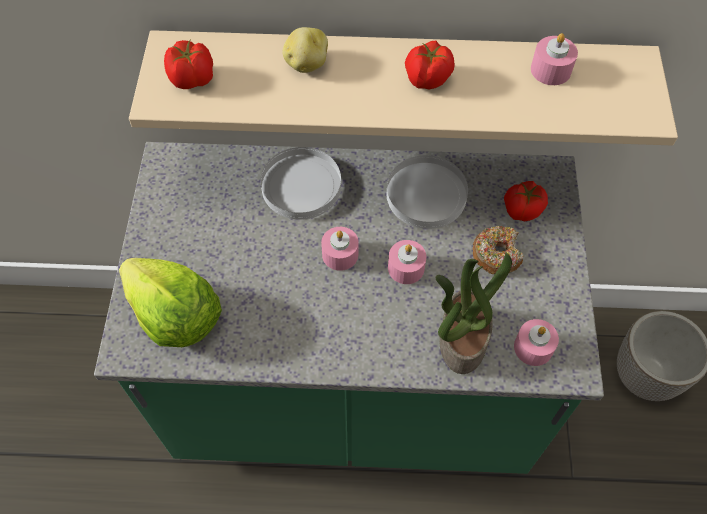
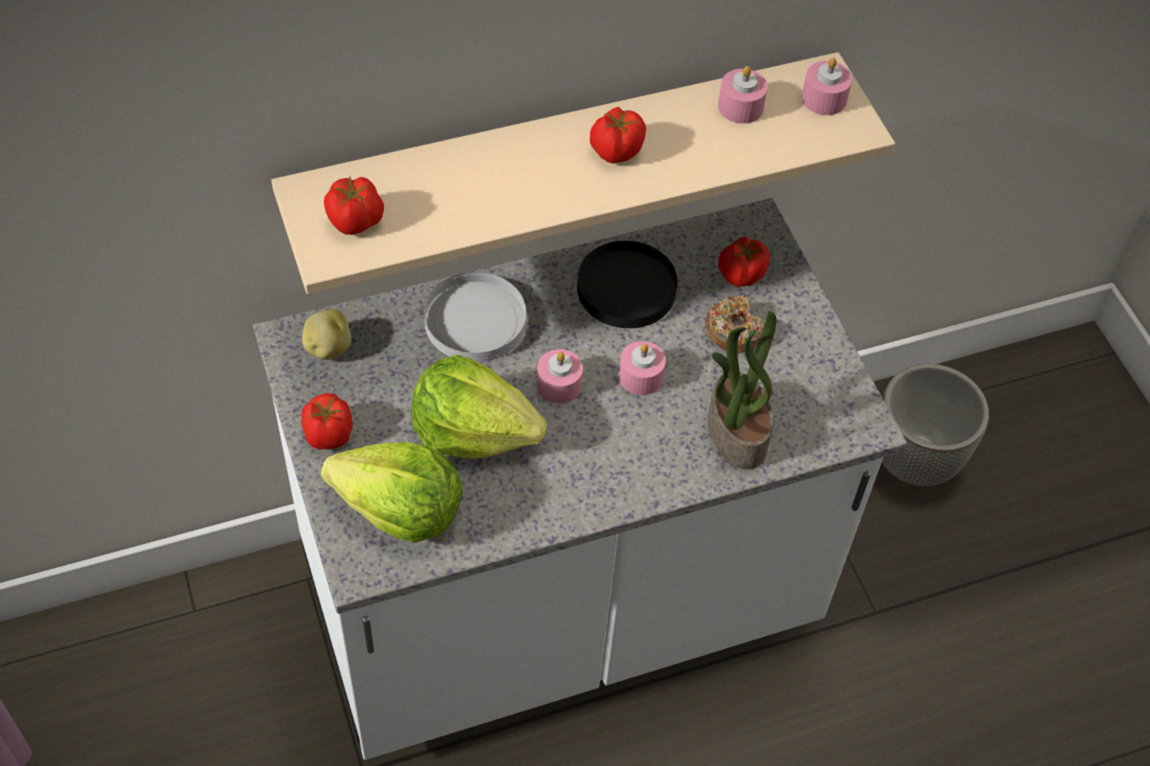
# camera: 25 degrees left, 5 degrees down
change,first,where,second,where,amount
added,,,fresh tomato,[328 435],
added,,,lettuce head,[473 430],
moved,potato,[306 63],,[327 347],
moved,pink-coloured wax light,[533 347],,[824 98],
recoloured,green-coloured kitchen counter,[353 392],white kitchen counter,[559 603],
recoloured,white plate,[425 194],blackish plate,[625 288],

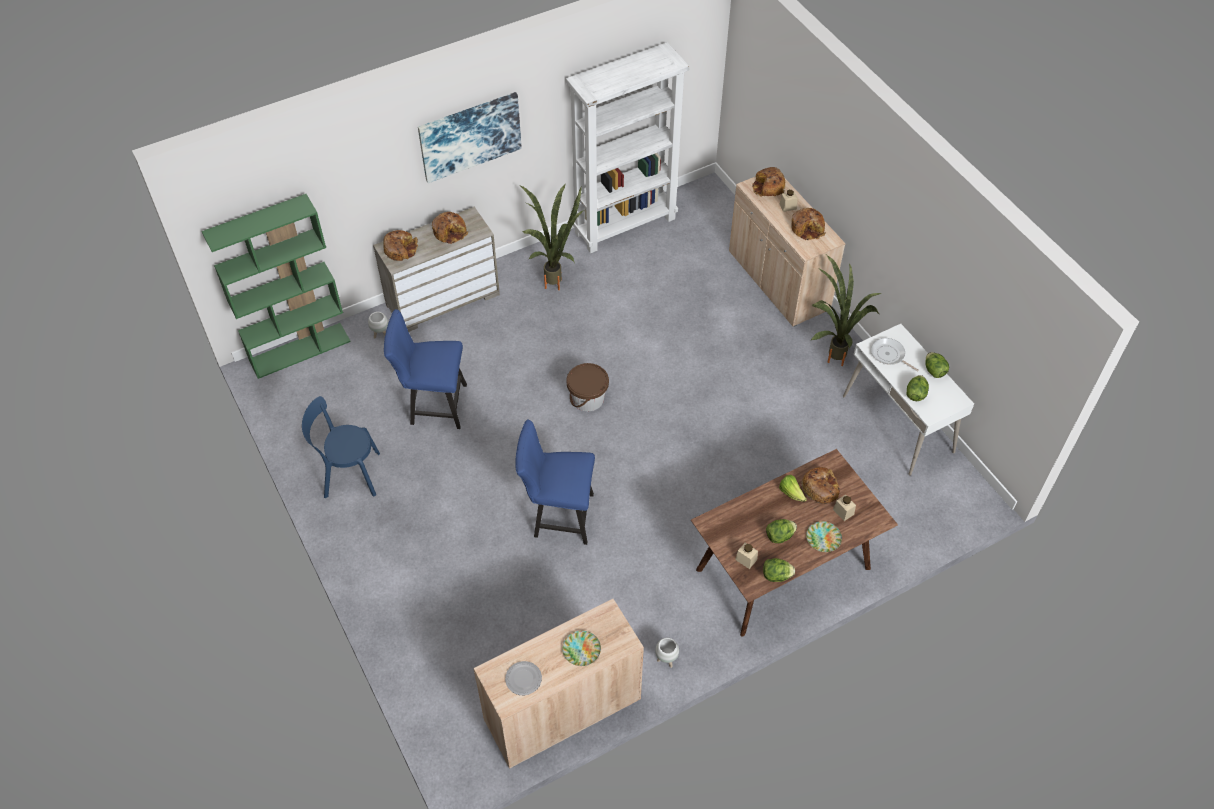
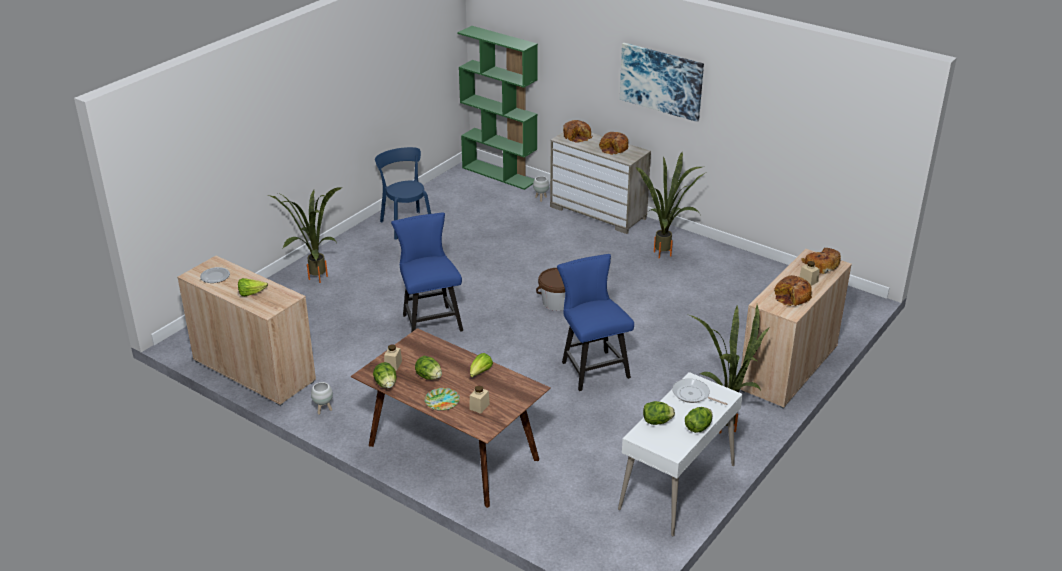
# camera: 65 degrees right, 20 degrees down
change,first,where,second,where,amount
removed,white bookcase,[625 225],,,
removed,bread,[820 488],,,
added,,,houseplant,[313 280],
moved,blue-coloured plain chair,[433 405],,[592 367],
replaced,plate,[581 650],lettuce head,[251 293],
turned,skillet,[889 355],,[693 395],75 degrees counterclockwise

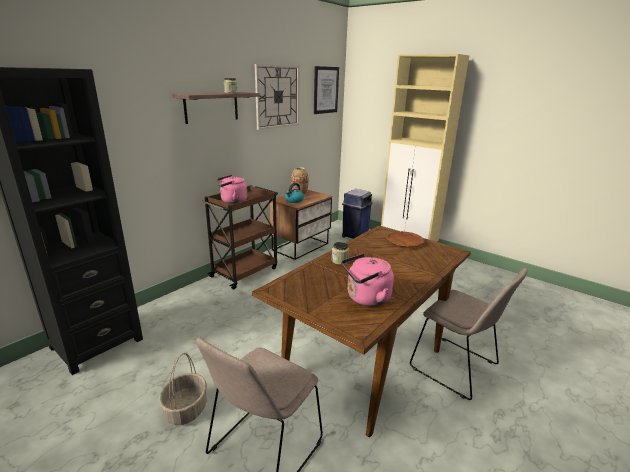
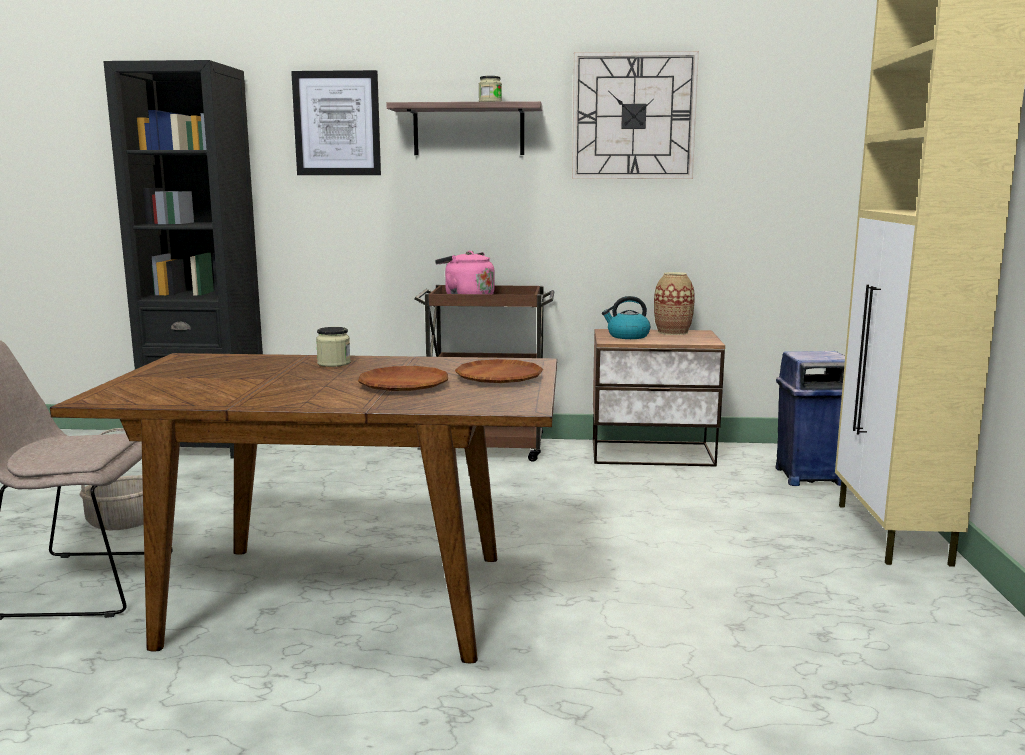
# camera: 55 degrees right, 10 degrees down
change,first,where,second,where,amount
removed,pink-coloured kettle,[366 298],,,
removed,beige plain chair,[456 368],,,
added,,,brown plate,[403 385],
moved,wall picture,[325 90],,[337 123],

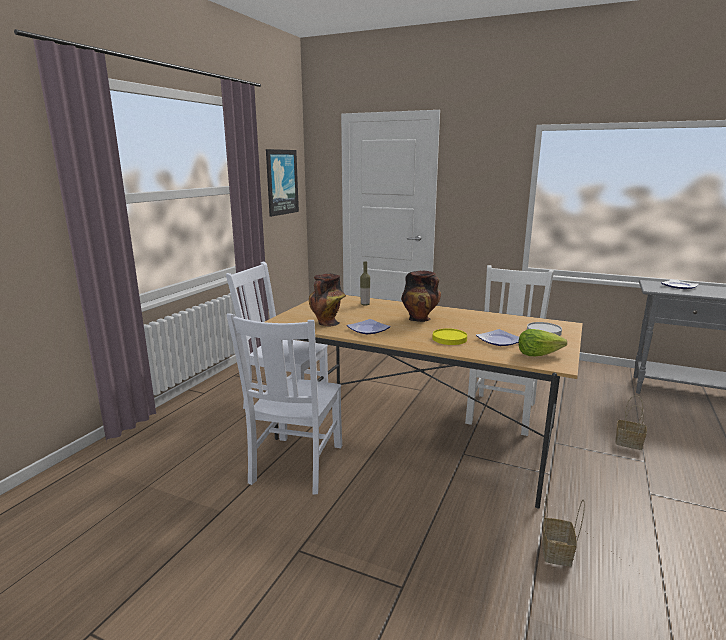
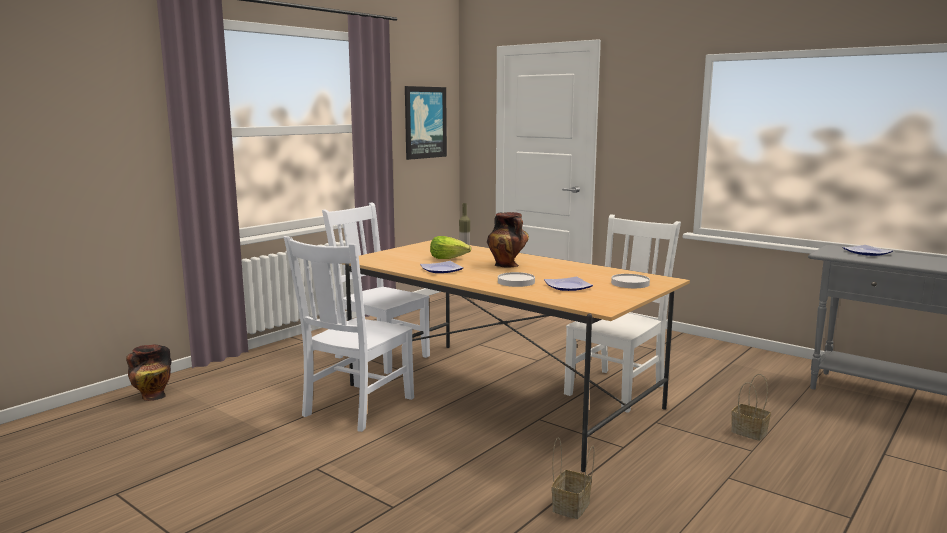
# camera: 15 degrees right, 5 degrees down
change,first,where,second,where,amount
moved,decorative vase,[328 323],,[152 396],
moved,lettuce head,[538 354],,[449 258],
recoloured,yellow-coloured plate,[449 339],white plate,[516 282],

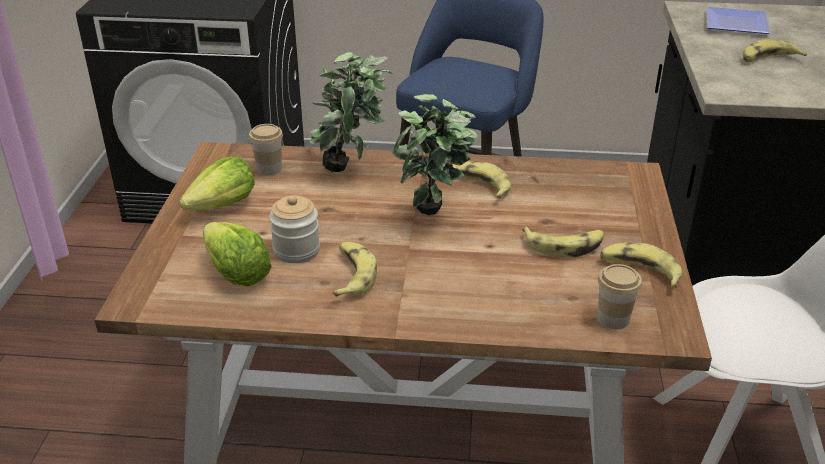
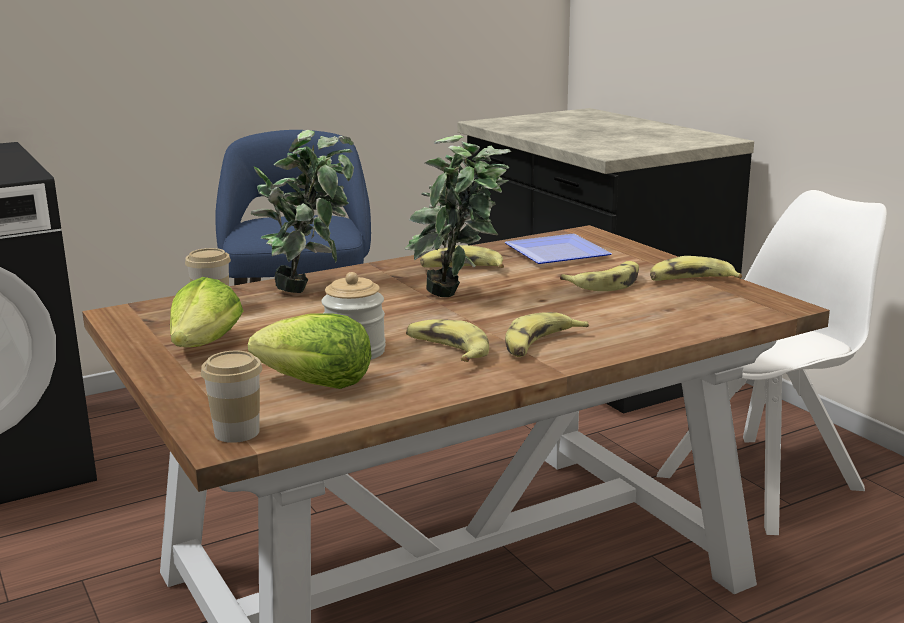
# camera: 35 degrees left, 15 degrees down
change,first,where,second,where,amount
moved,cup,[613 319],,[237 432],
moved,plate,[738 25],,[560 254],
moved,banana fruit,[768 59],,[540 345],

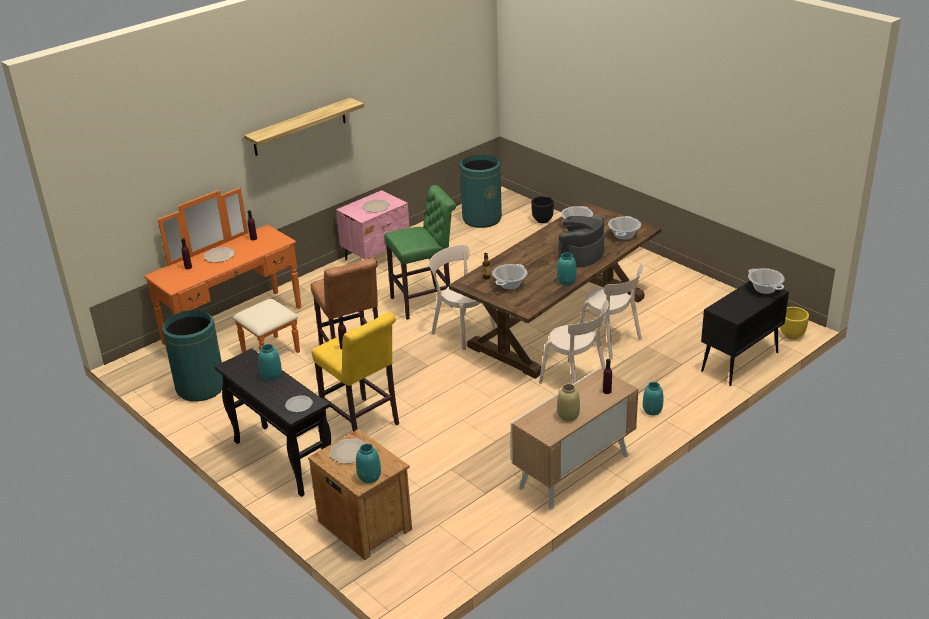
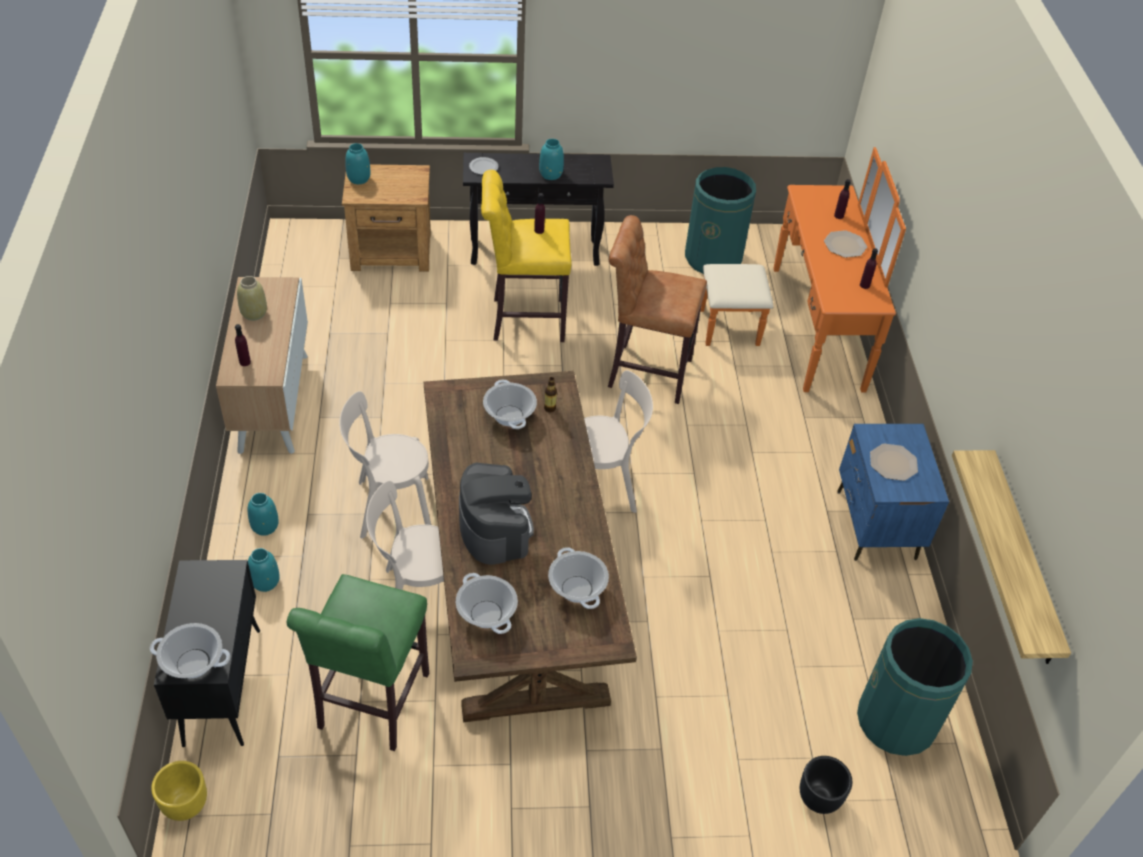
# camera: 125 degrees right, 15 degrees up
change,first,where,second,where,amount
removed,plate,[349 452],,,
moved,bracket shelf,[300 127],,[1023 559],
moved,green-coloured sitting stool,[425 302],,[370 706],
moved,turquoise decorative vase,[566 281],,[265 582],
recoloured,pink-coloured bedside table,[377 257],blue-coloured bedside table,[875 526],

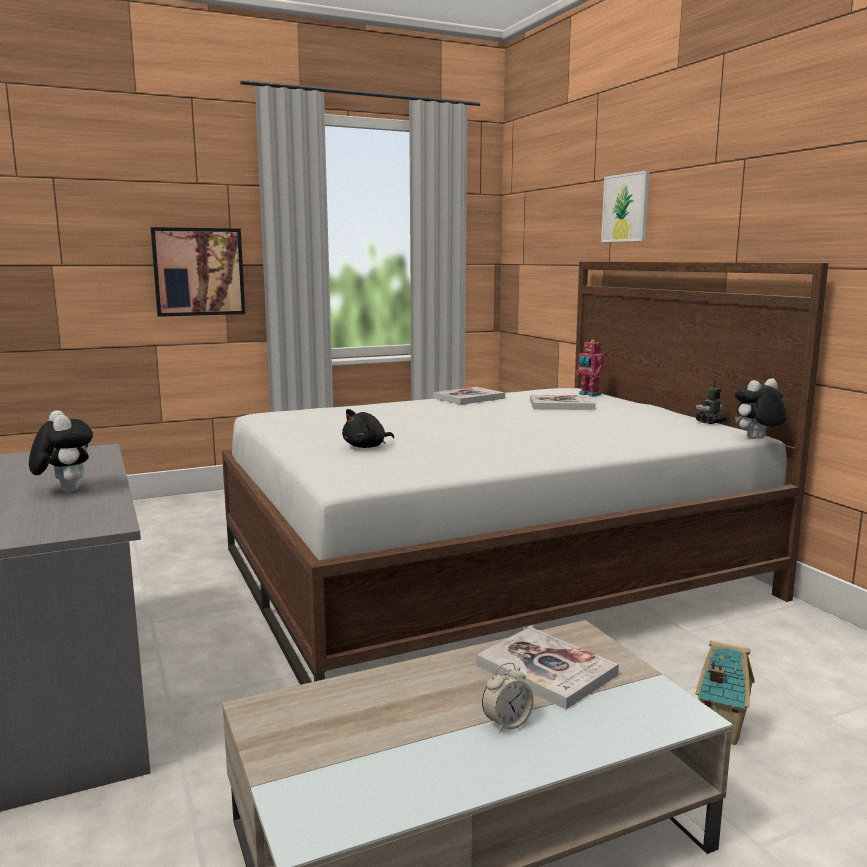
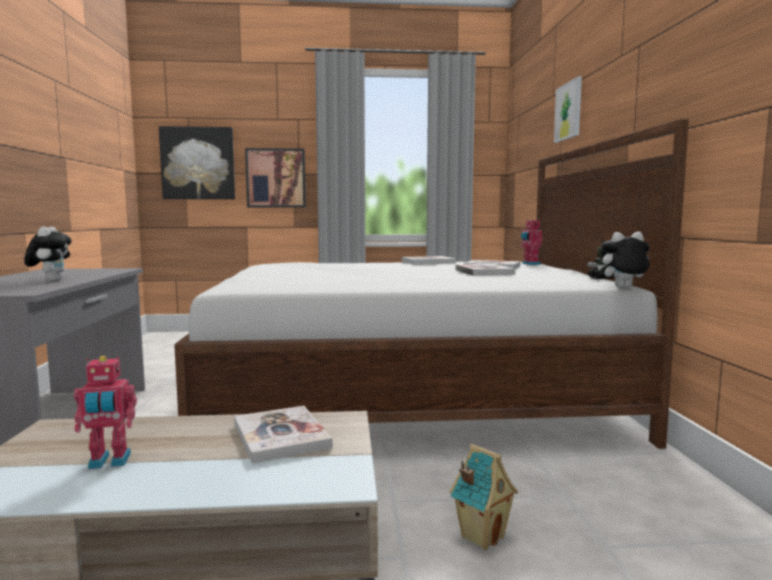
# camera: 20 degrees right, 5 degrees down
change,first,where,second,where,amount
removed,blackish soft toy,[367 447],,,
removed,table clock,[507 723],,,
added,,,robot figure,[109 462],
added,,,wall picture,[198 163],
added,,,book,[483 272],

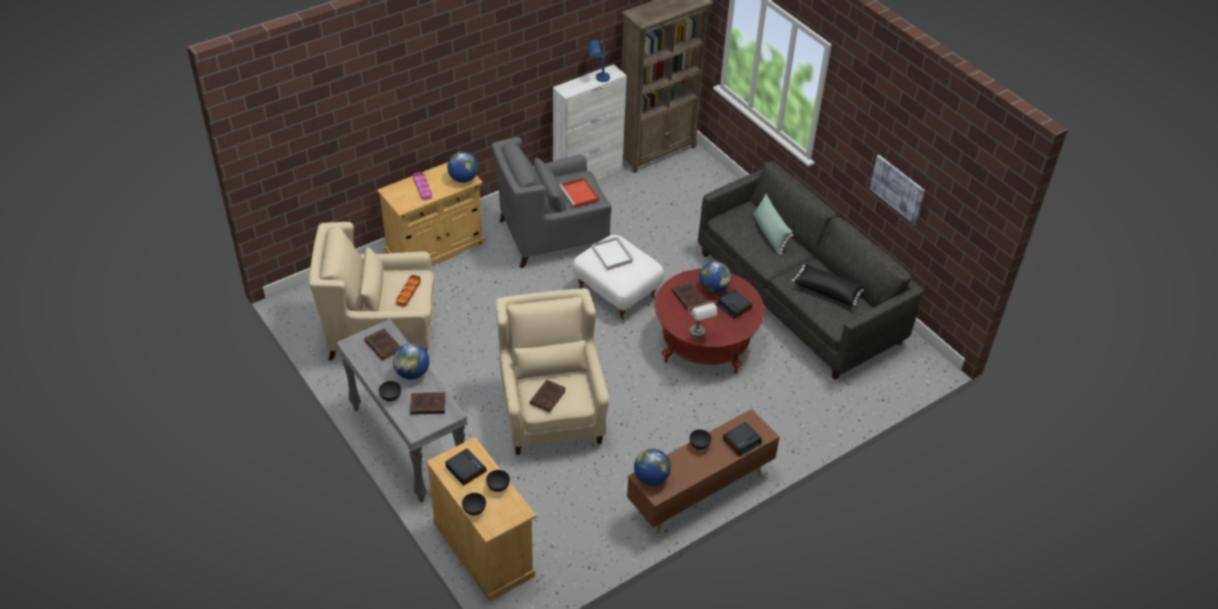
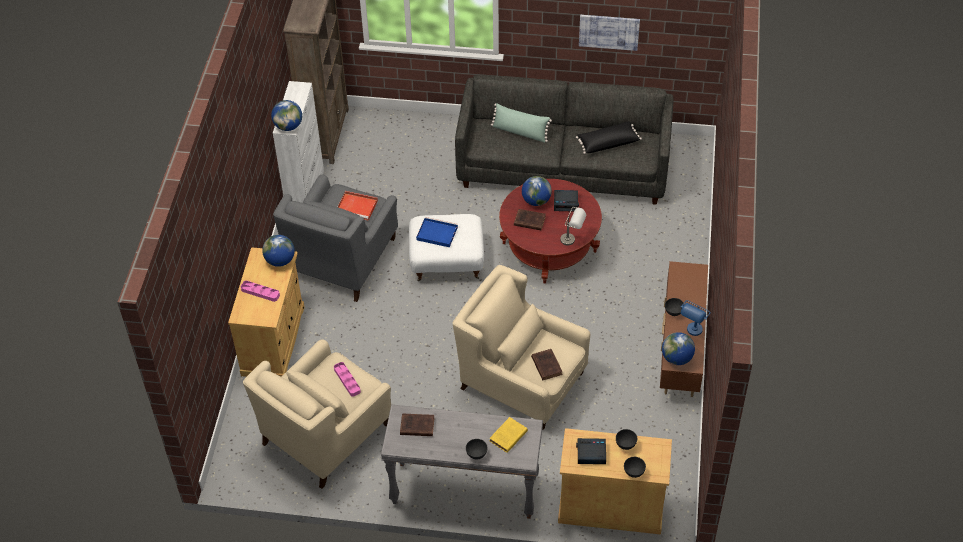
# camera: 45 degrees left, 5 degrees up
change,first,where,second,where,amount
removed,table clock,[741 441],,,
moved,desk globe,[412 373],,[288 126],
moved,blue-coloured tabletop lamp,[598 78],,[692 333],
recoloured,orange carrying tray,[408 292],pink-coloured carrying tray,[347 380],
recoloured,brown book,[427 405],yellow-coloured book,[507 437],
recoloured,white carrying tray,[611 254],blue-coloured carrying tray,[436 233],

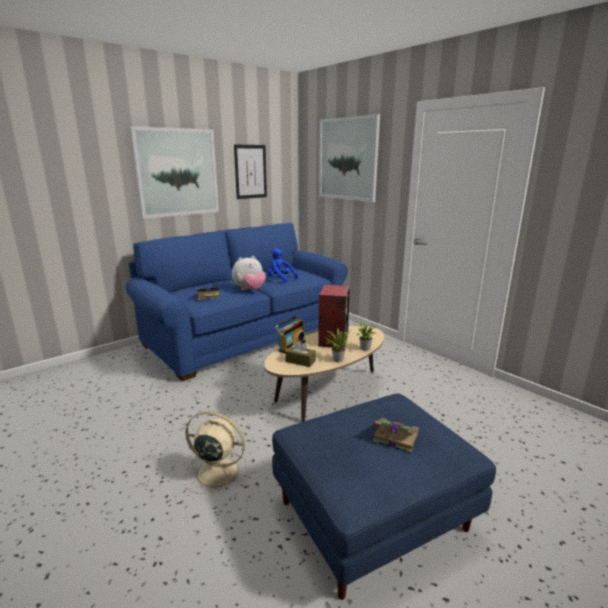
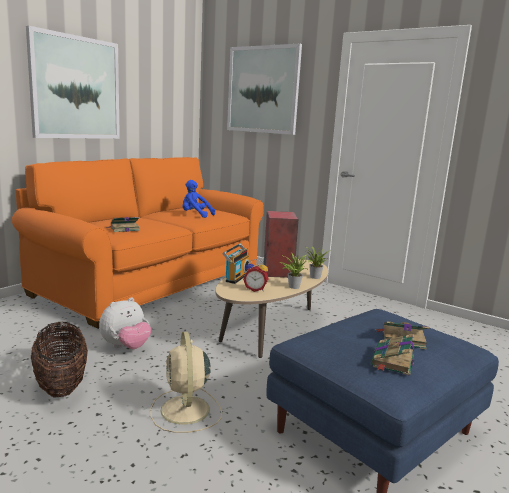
# camera: 15 degrees left, 5 degrees down
change,first,where,second,where,amount
removed,wall picture,[250 171],,,
added,,,storage basket,[61 384],
added,,,book,[392 361],
moved,soft toy,[250 290],,[126 347],
replaced,brown tissue box,[300 361],table clock,[255 289],
recoloured,blue-coloured sofa,[245 335],orange sofa,[152 282],
turned,beige electric fan,[215 471],,[185 411],105 degrees counterclockwise

